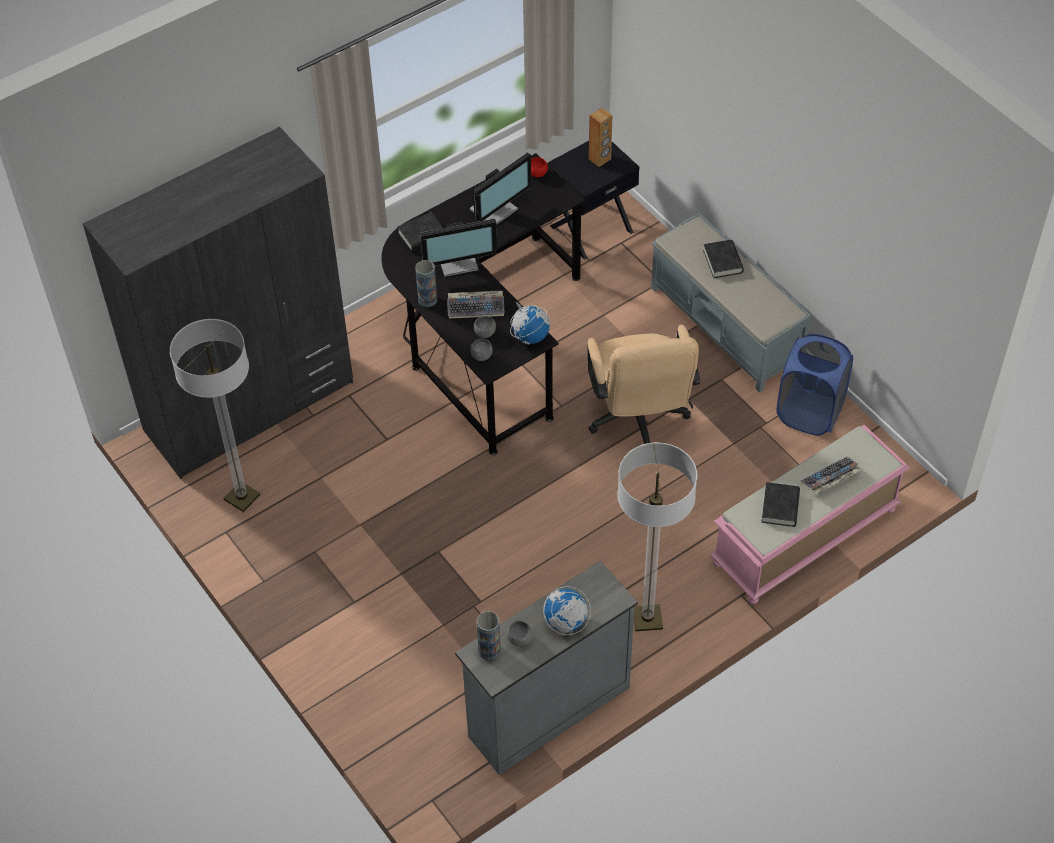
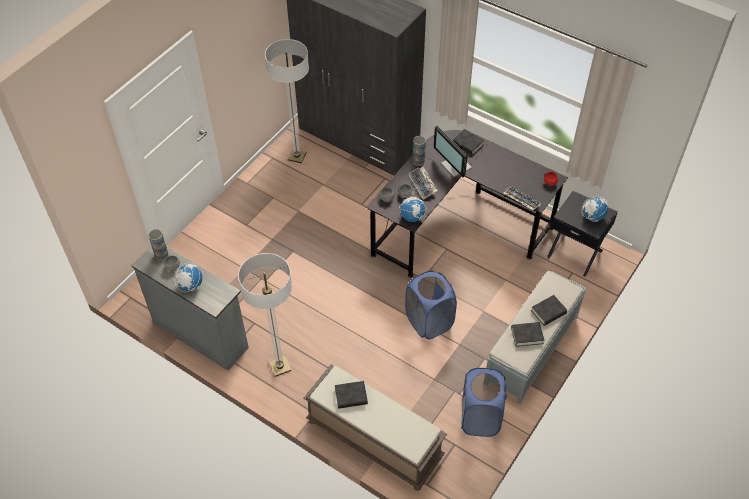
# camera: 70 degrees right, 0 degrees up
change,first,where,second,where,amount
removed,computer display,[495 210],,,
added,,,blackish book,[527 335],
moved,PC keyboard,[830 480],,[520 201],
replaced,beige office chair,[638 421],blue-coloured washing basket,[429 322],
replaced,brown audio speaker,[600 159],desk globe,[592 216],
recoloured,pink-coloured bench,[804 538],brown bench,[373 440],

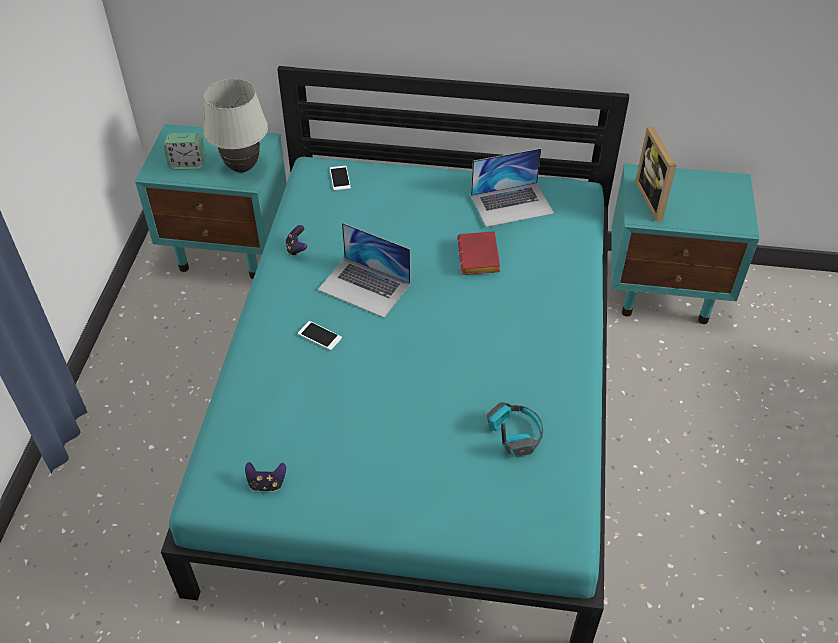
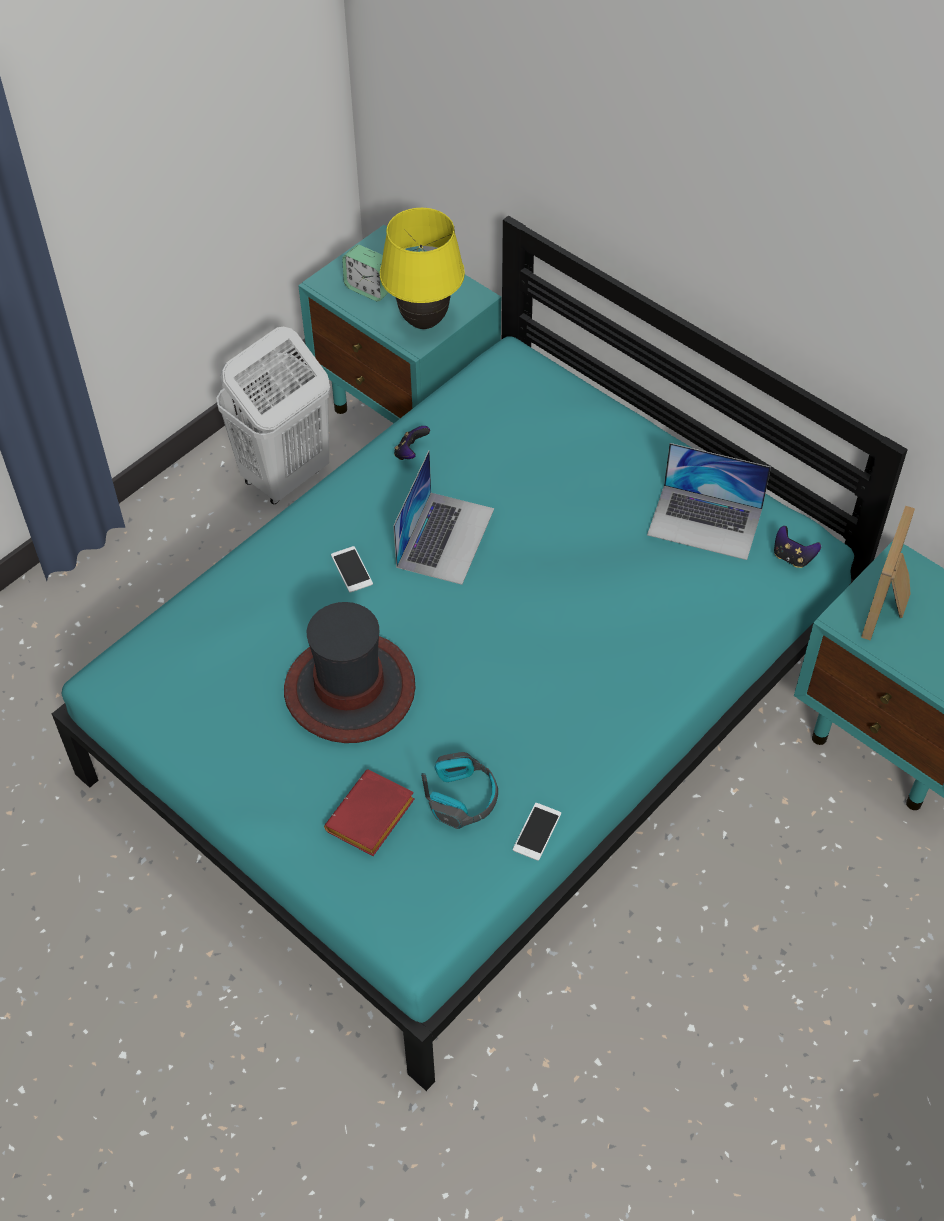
# camera: 35 degrees right, 5 degrees up
change,first,where,second,where,amount
added,,,white washing basket,[284 476],
added,,,hat,[350 689],
moved,gamepad,[267 483],,[792 557],
moved,handset,[340 178],,[537 831],
moved,red-coloured book,[480 258],,[371 819],
recoloured,white tabletop lamp,[242 168],yellow-coloured tabletop lamp,[423 322],
turned,portable computer,[364 286],,[445 537],135 degrees counterclockwise

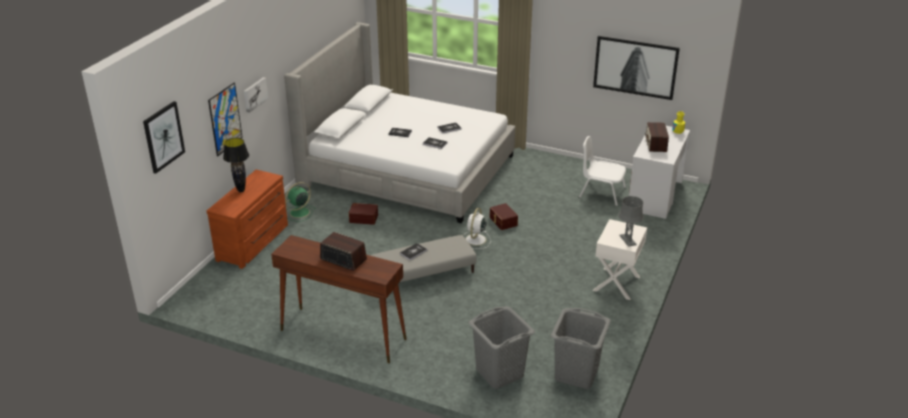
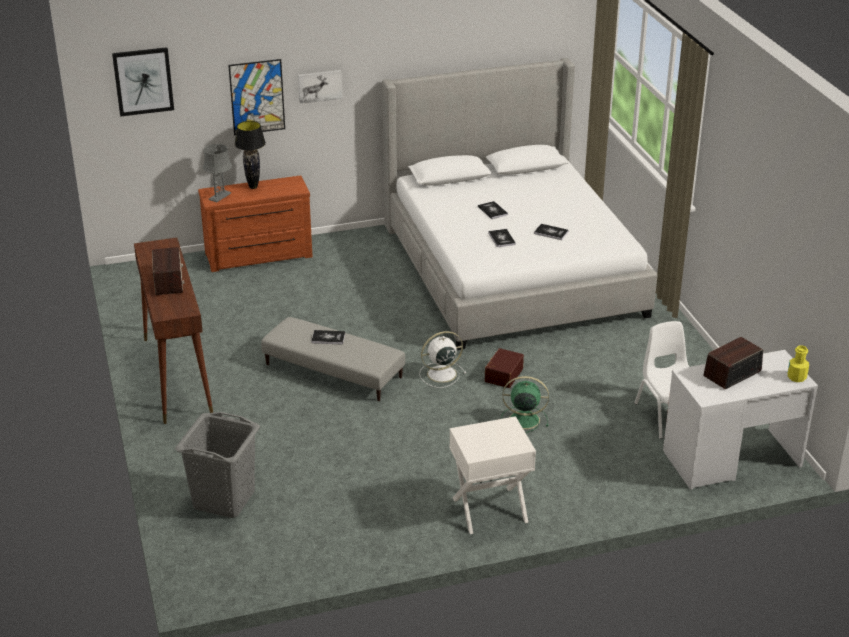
# camera: 50 degrees right, 0 degrees up
change,first,where,second,where,amount
removed,brown storage bin,[363 218],,,
removed,greyish washing basket,[577 374],,,
removed,wall picture,[635 67],,,
moved,green-coloured electric fan,[298 213],,[522 419],
moved,greyish tabletop lamp,[627 240],,[220 196],

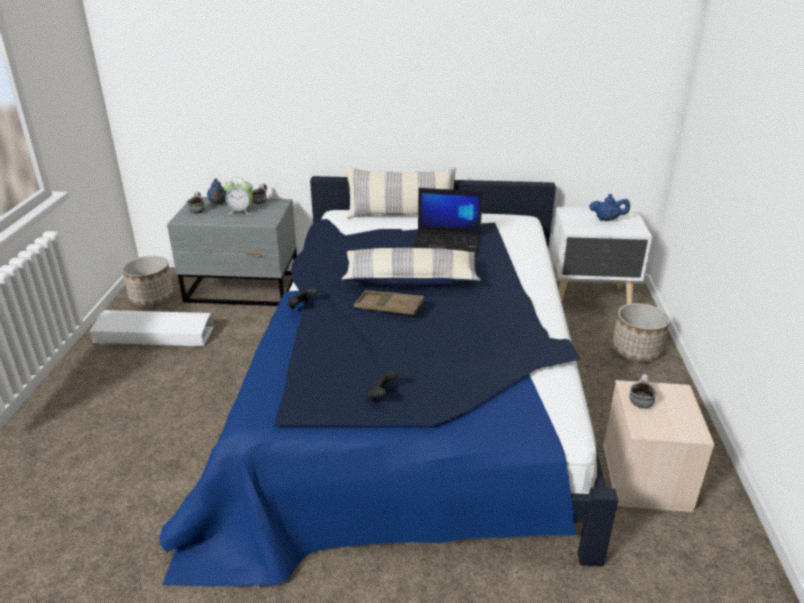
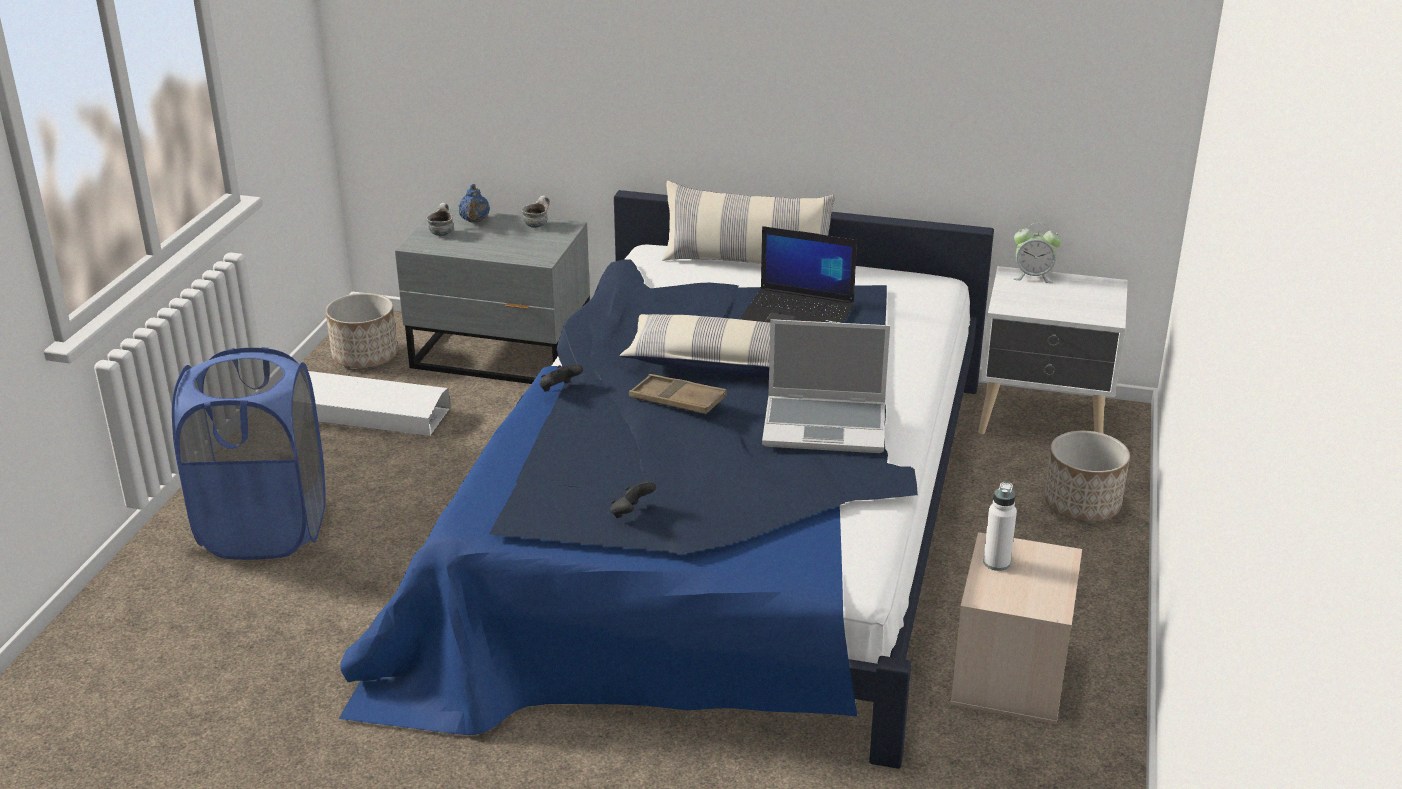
# camera: 10 degrees right, 0 degrees up
change,first,where,second,where,amount
removed,blue-coloured teapot,[607 220],,,
added,,,blue-coloured washing basket,[265 529],
added,,,portable computer,[826 426],
moved,table clock,[241 211],,[1033 276],
replaced,tea mug,[639 402],white beverage bottle,[996 563],

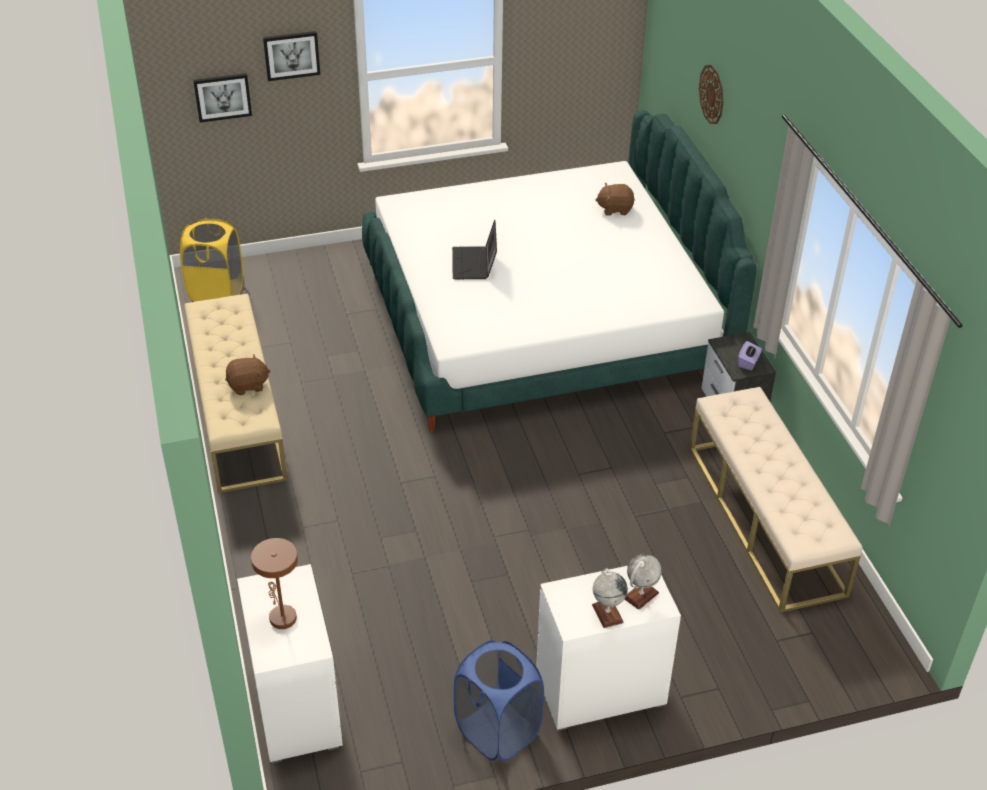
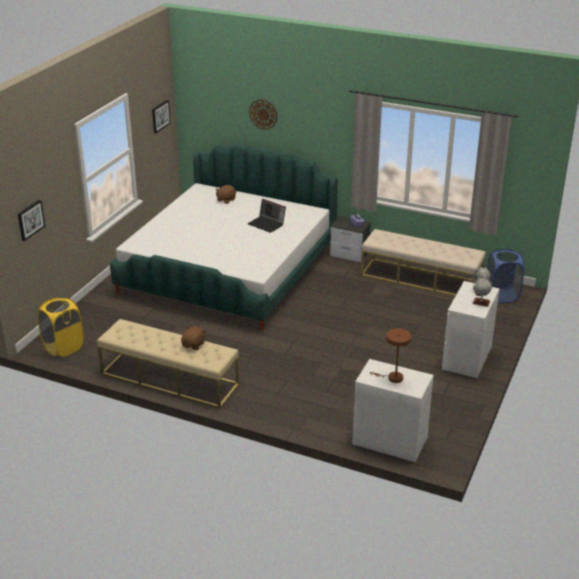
# camera: 50 degrees left, 10 degrees down
change,first,where,second,where,amount
moved,wall picture,[291 55],,[160 116],
moved,portable computer,[475 264],,[267 224],
moved,blue-coloured washing basket,[497 731],,[501 296],

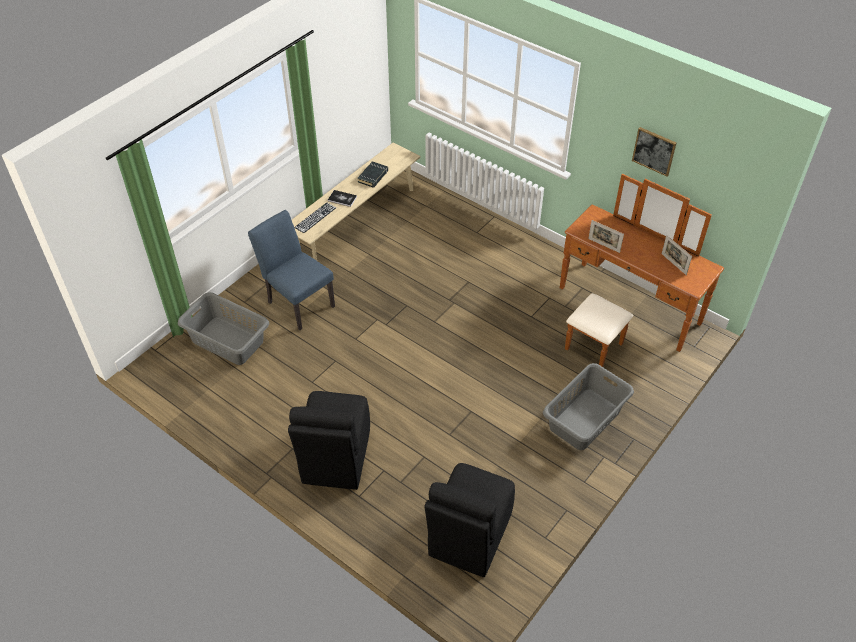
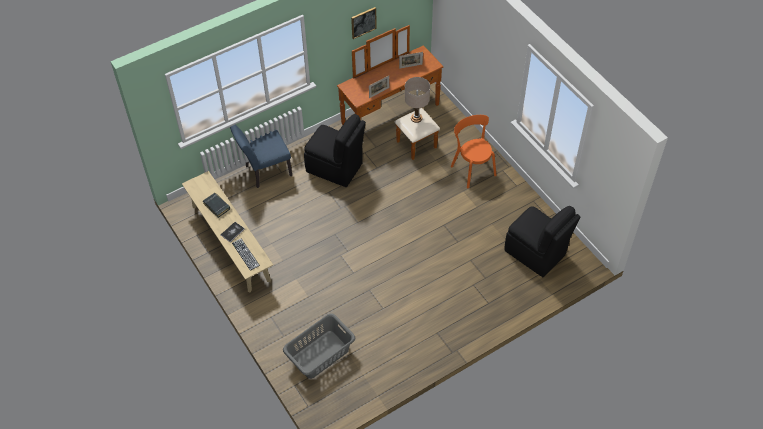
# camera: 70 degrees left, 5 degrees up
change,first,where,second,where,amount
added,,,beige tabletop lamp,[416 118],
moved,blue-coloured plain chair,[297 302],,[265 171],
moved,blackish plain chair,[335 458],,[335 168],
replaced,greyish washing basket,[585 419],orange plain chair,[472 169],

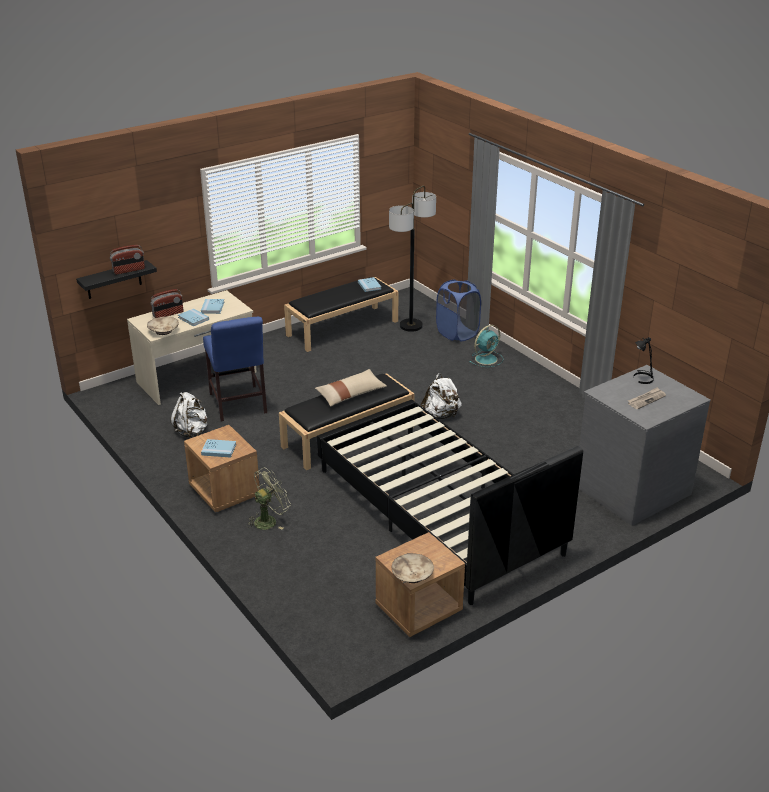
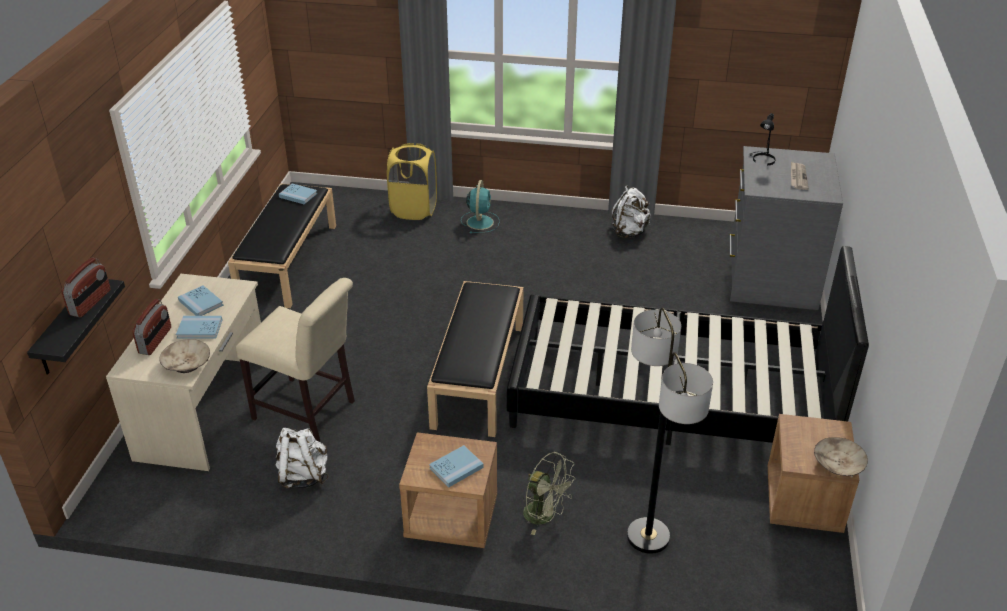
# camera: 45 degrees left, 5 degrees up
change,first,where,second,where,amount
removed,beige pillow,[350 394],,,
moved,standing lamp,[410 326],,[648 537],
moved,white backpack,[440 415],,[629 232],
recoloured,blue-coloured plain chair,[238 405],beige plain chair,[308 412],
recoloured,blue-coloured washing basket,[457 333],yellow-coloured washing basket,[414 210],
turned,green-coloured electric fan,[269 520],,[545 516],120 degrees clockwise

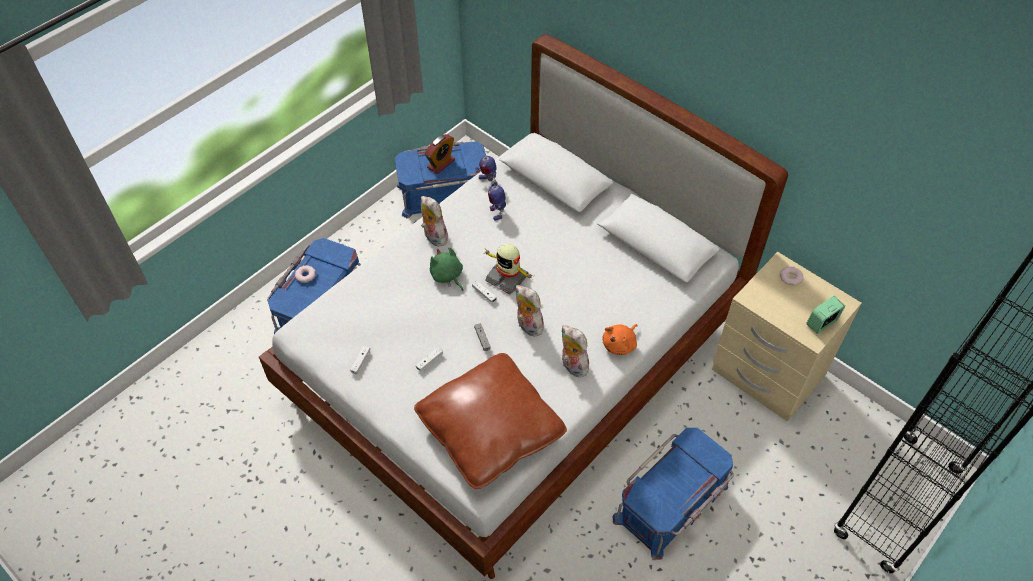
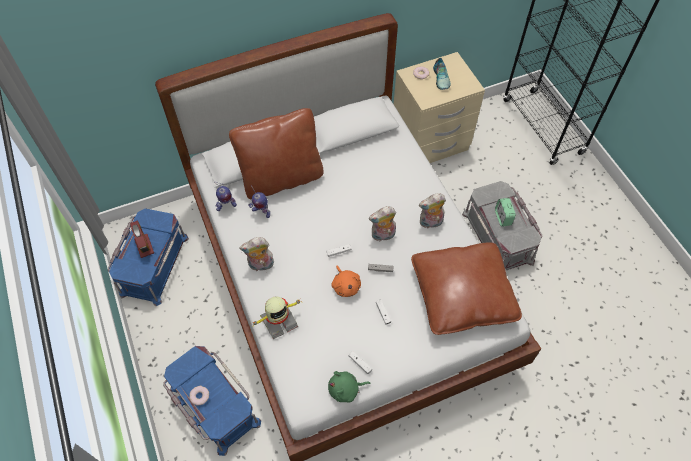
# camera: 65 degrees left, 5 degrees up
change,first,where,second,where,amount
added,,,brown pillow,[281 178],
added,,,low shoe,[441 78],
moved,green-coloured soft toy,[447 276],,[346 390],
moved,robot figure,[507 277],,[278 321],
moved,orange soft toy,[620 344],,[346 286],
moved,table clock,[821 323],,[502 218],
recoloured,blue-coloured storage bin,[672 503],greyish storage bin,[498 237],

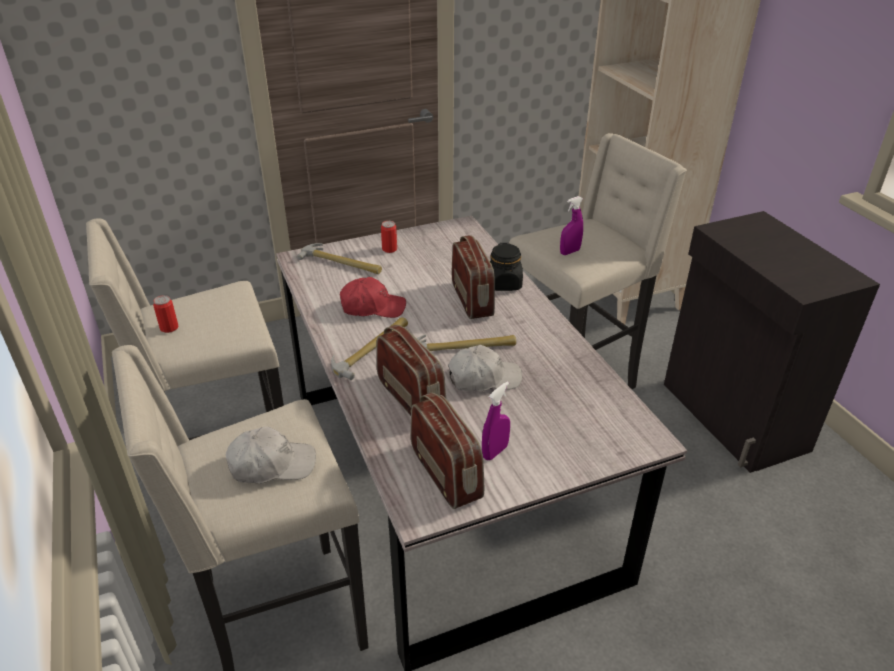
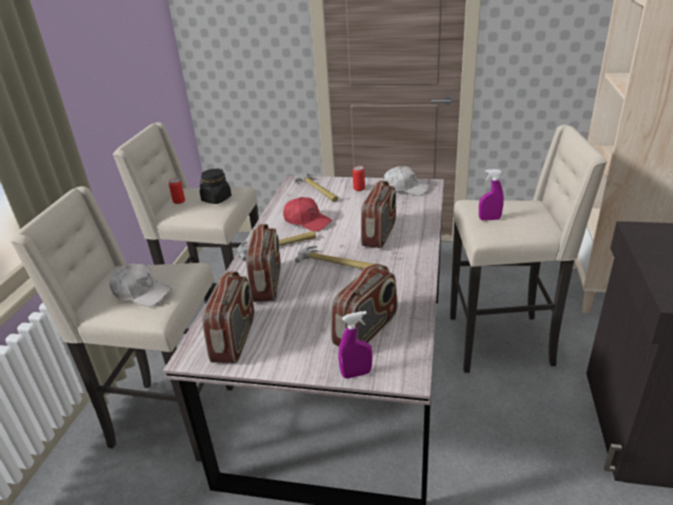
# camera: 35 degrees right, 5 degrees down
change,first,where,second,where,amount
added,,,radio receiver,[366 330],
moved,white baseball cap,[483 378],,[405 188],
moved,purple-coloured hand sprayer,[495 452],,[356 374],
moved,blackish jar,[504 284],,[216 199],

